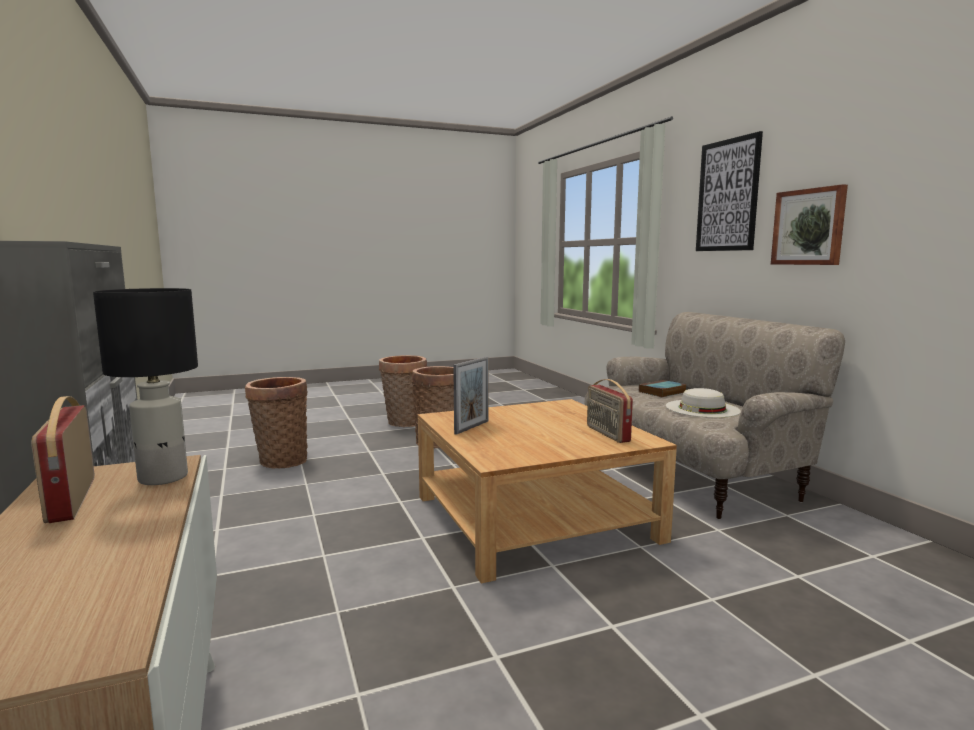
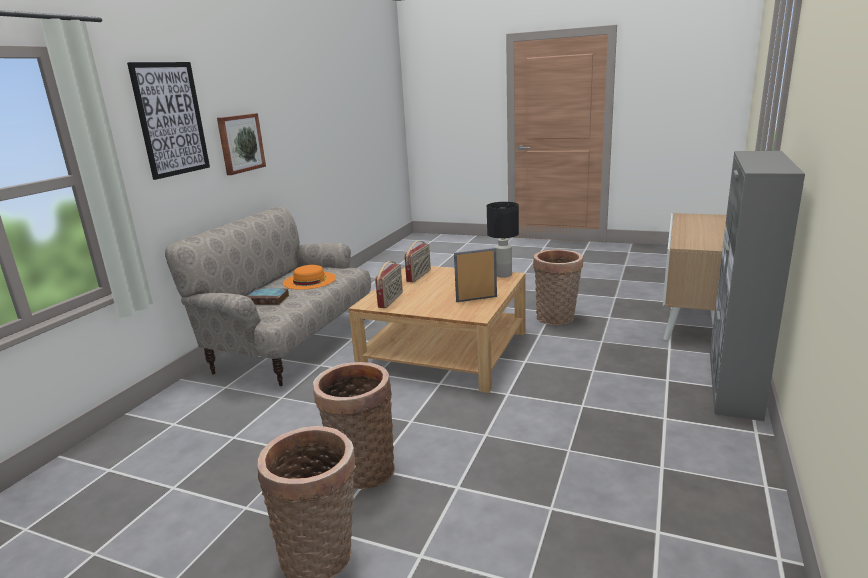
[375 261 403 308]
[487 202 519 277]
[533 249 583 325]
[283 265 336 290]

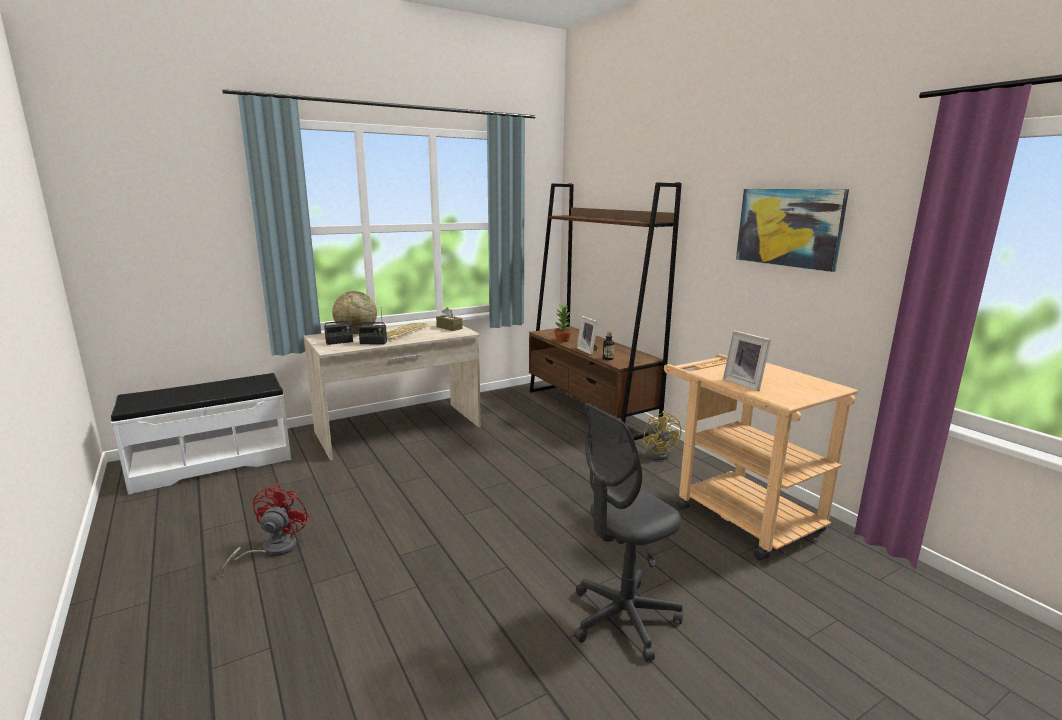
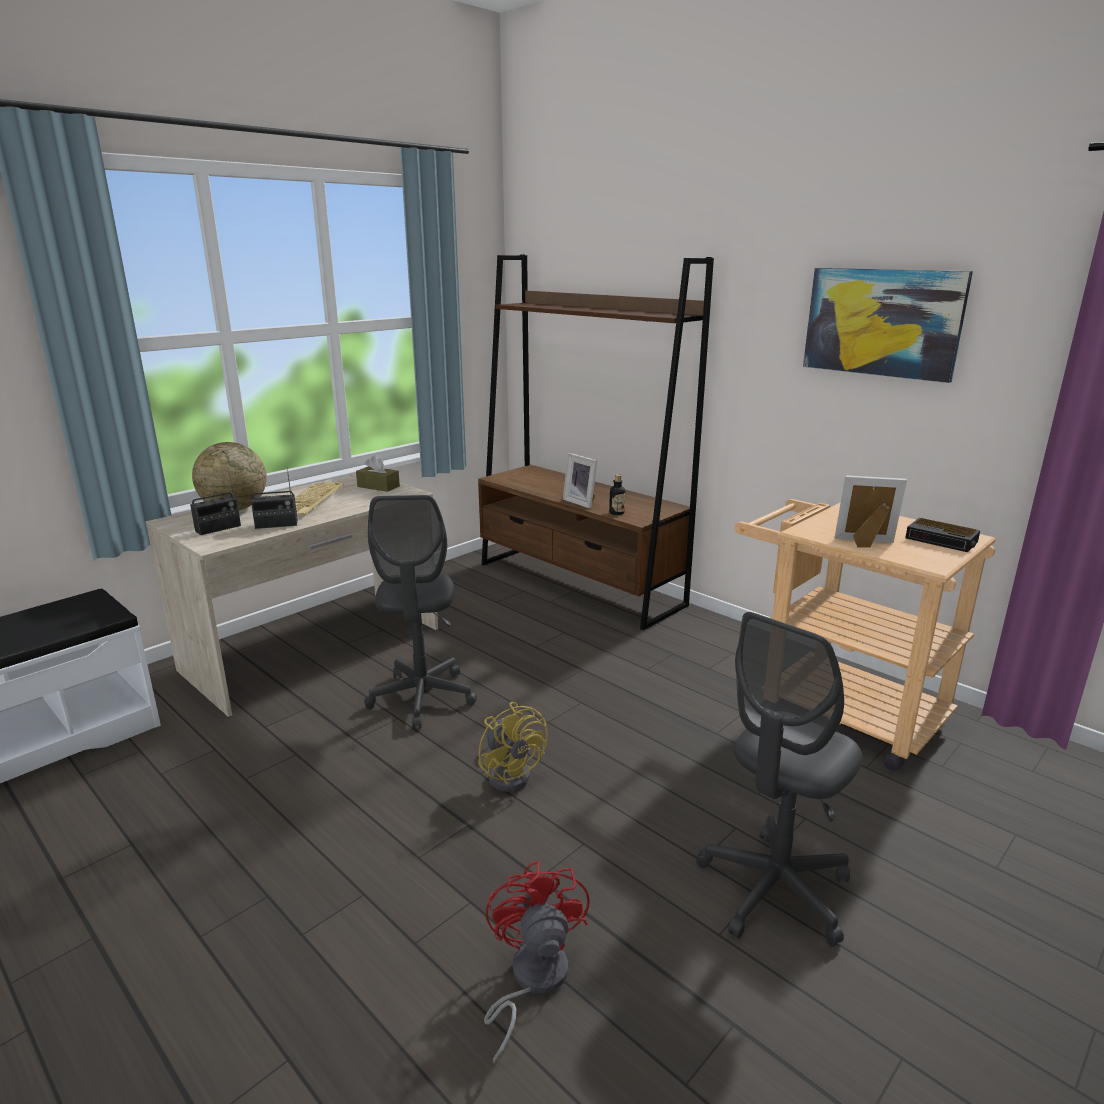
[554 304 572 342] (first image)
[364 495 477 729]
[905 518 980 552]
[484 861 590 1063]
[478 702 548 792]
[835 475 907 548]

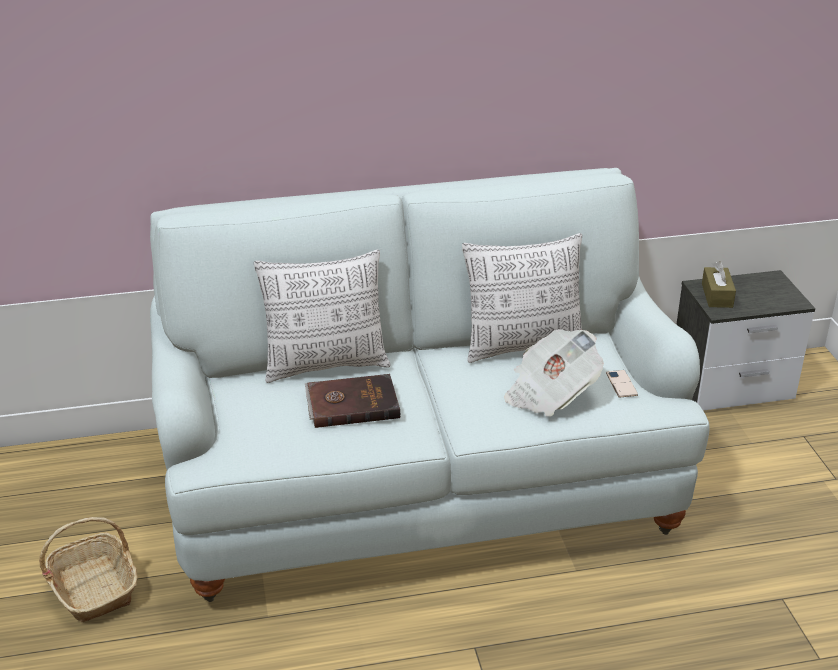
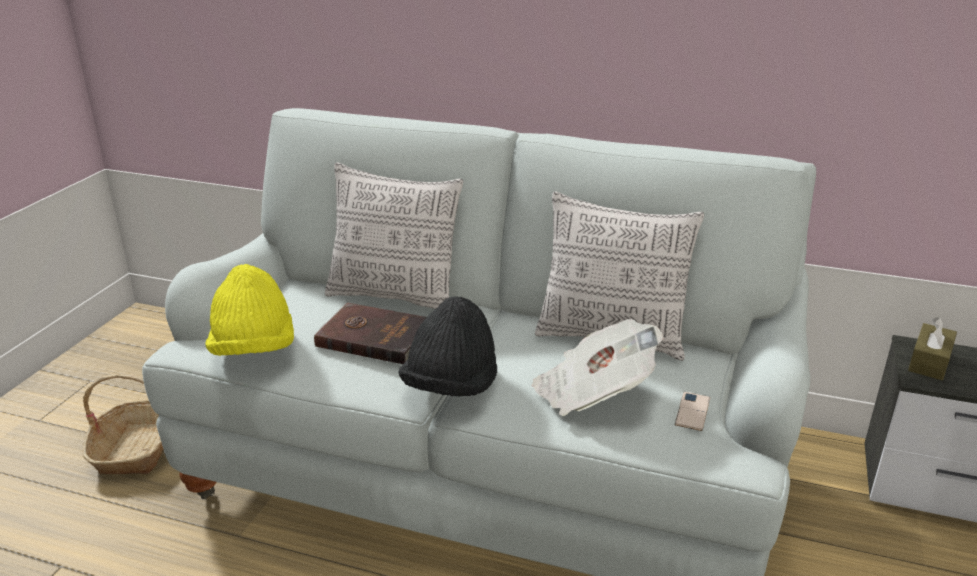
[206 264 294 356]
[399 296 497 396]

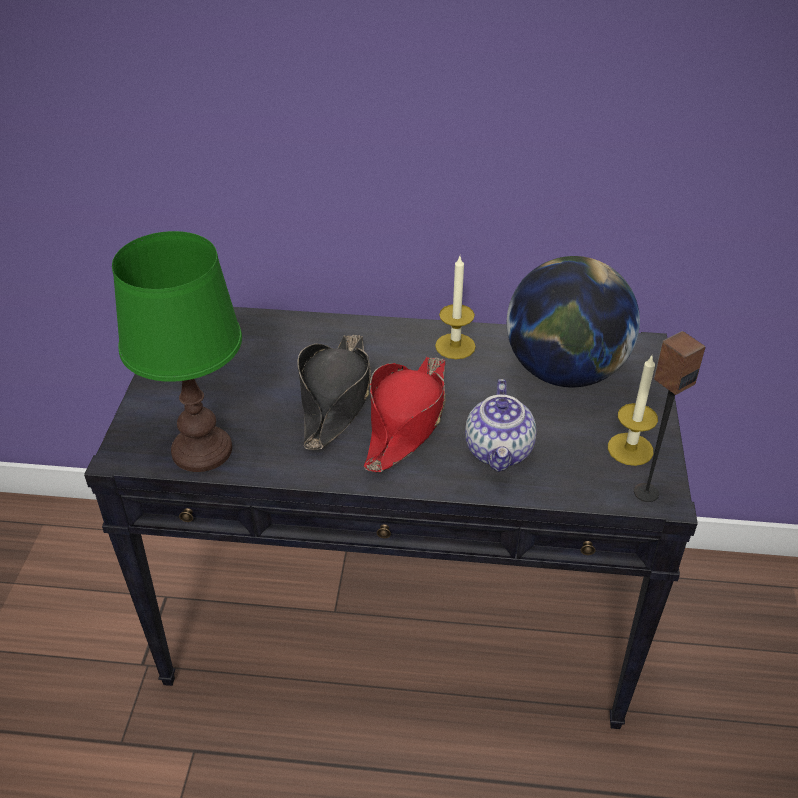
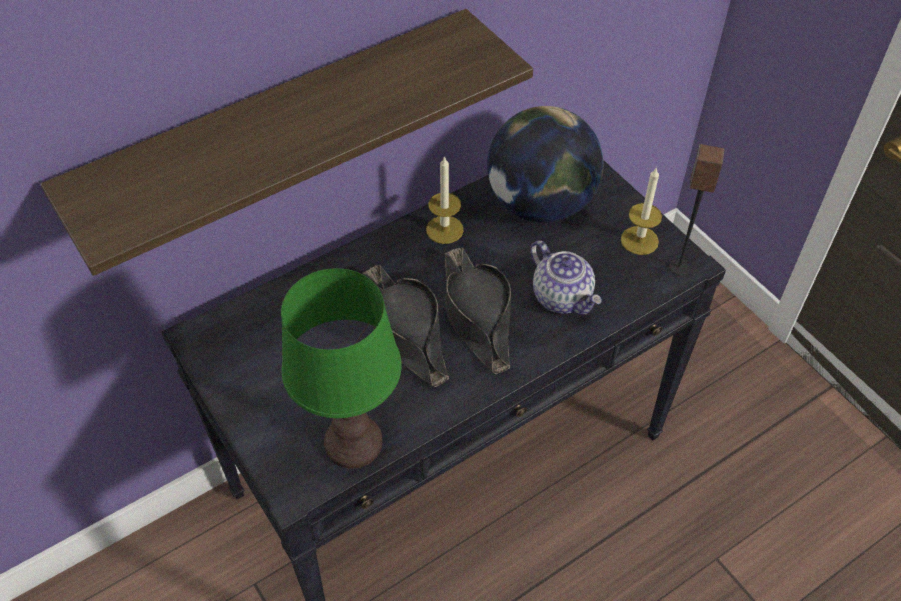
[41 9 533 276]
[445 247 511 374]

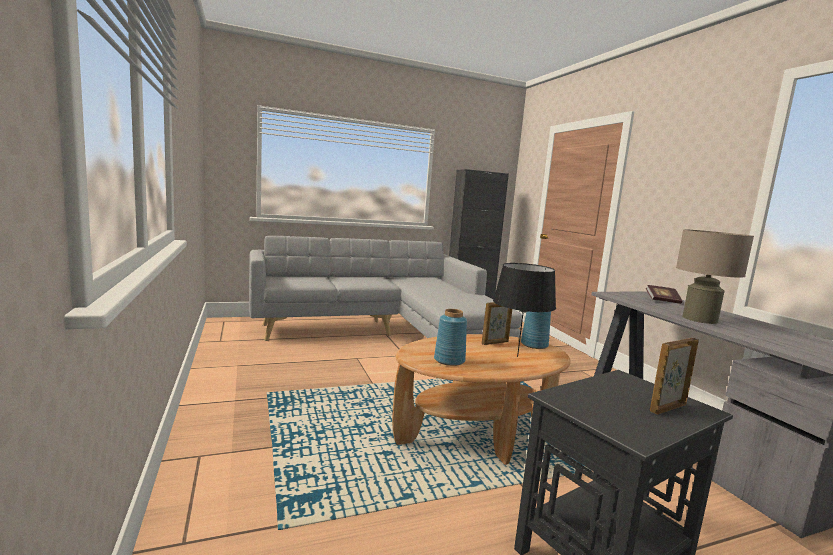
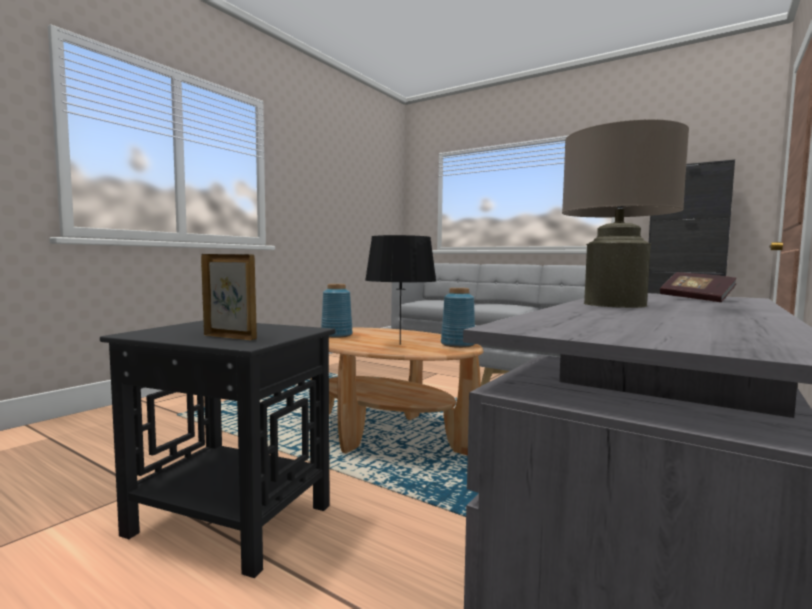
[482 302 512 345] (first image)

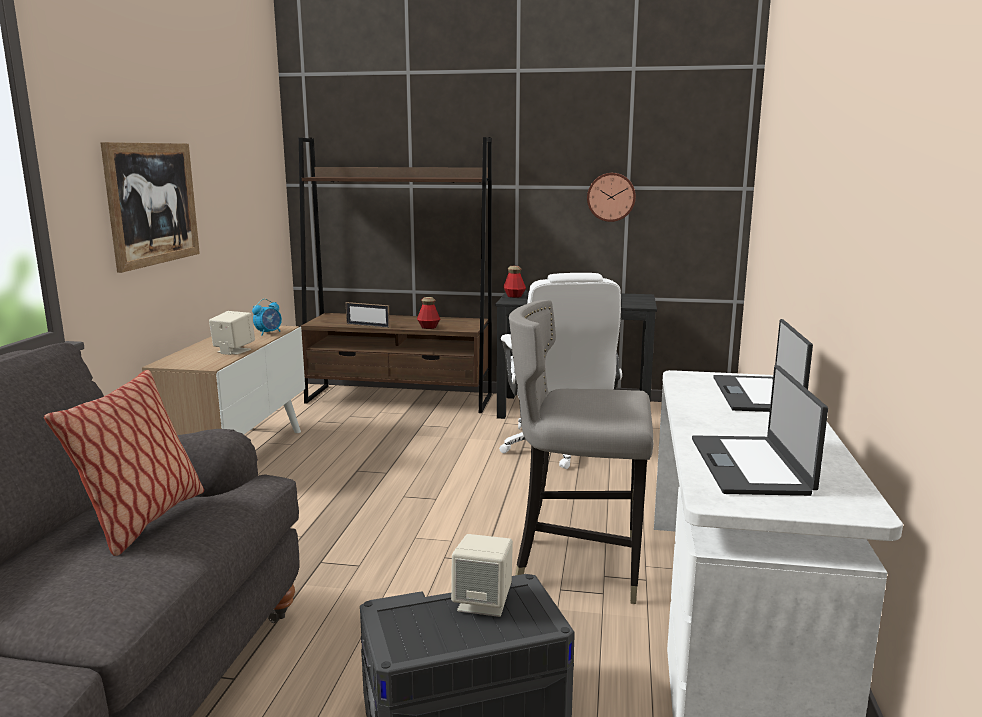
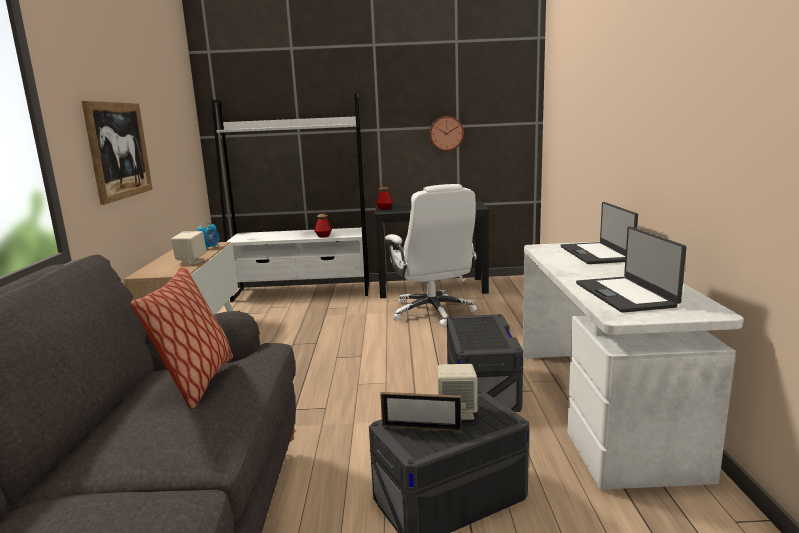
[380 392 462 431]
[447 314 523 412]
[212 94 369 302]

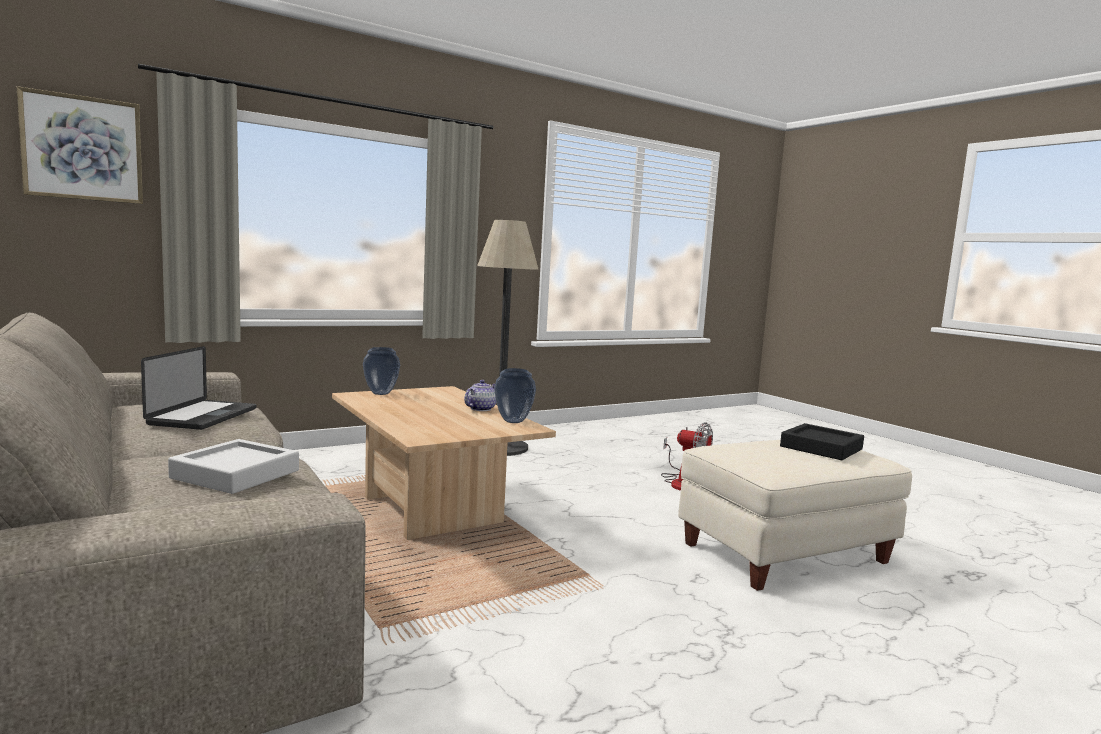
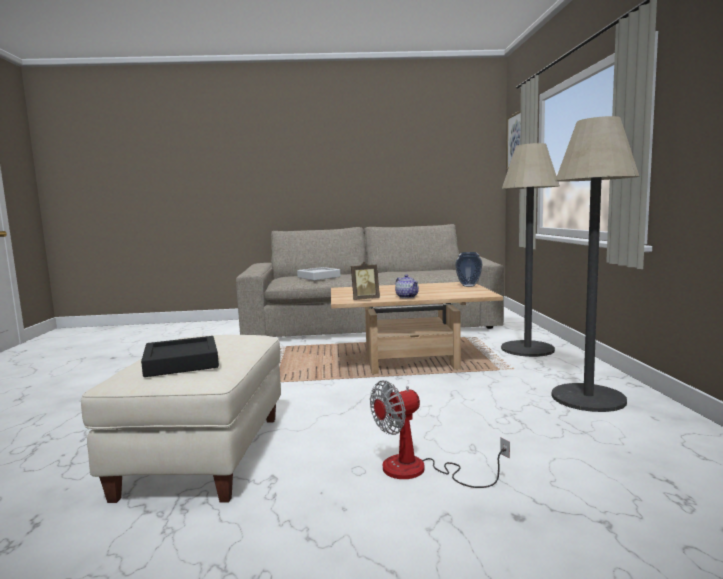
[141 346 257 430] (first image)
[501 143 560 357]
[351 262 380 300]

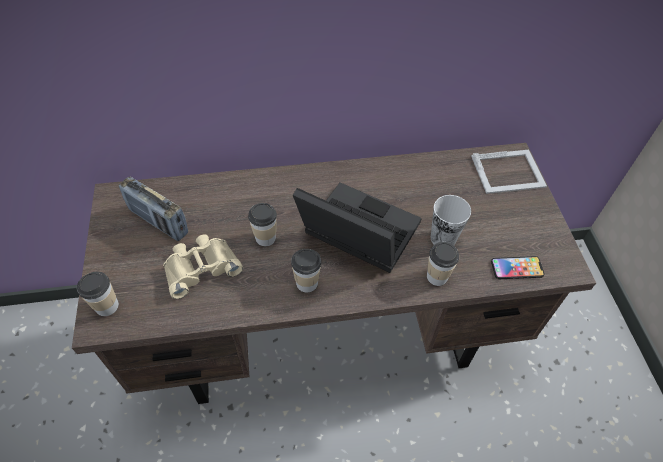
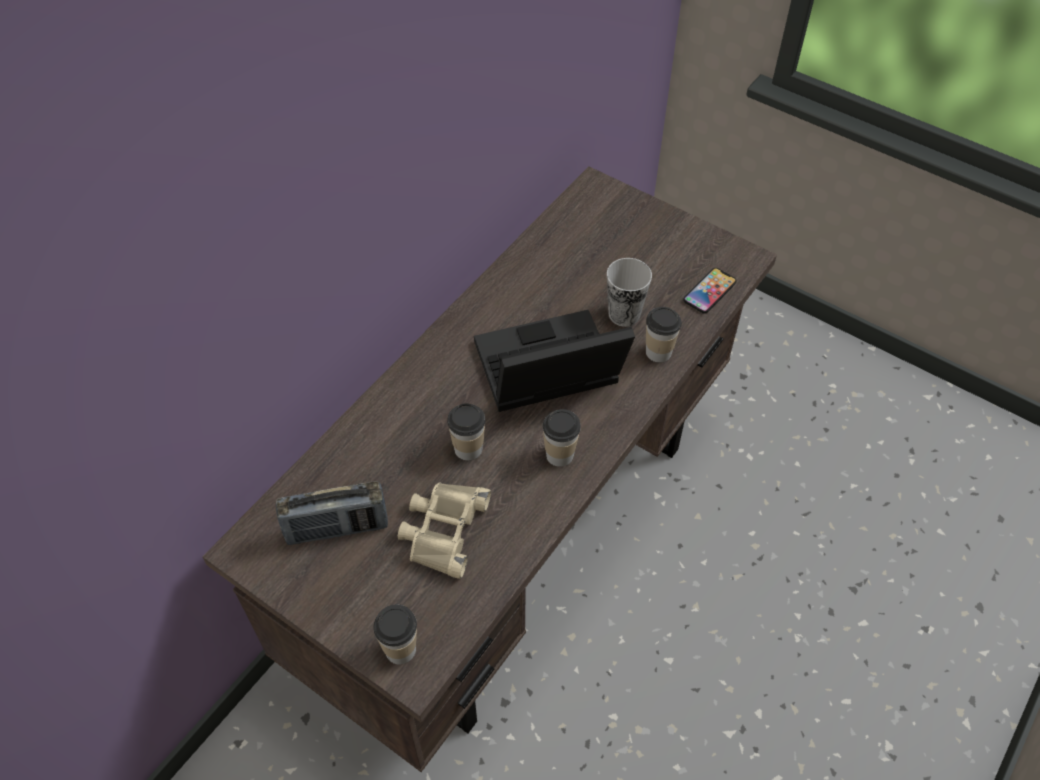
[471 150 547 194] (first image)

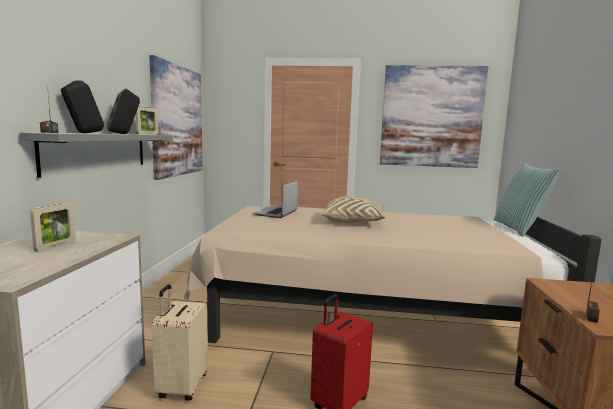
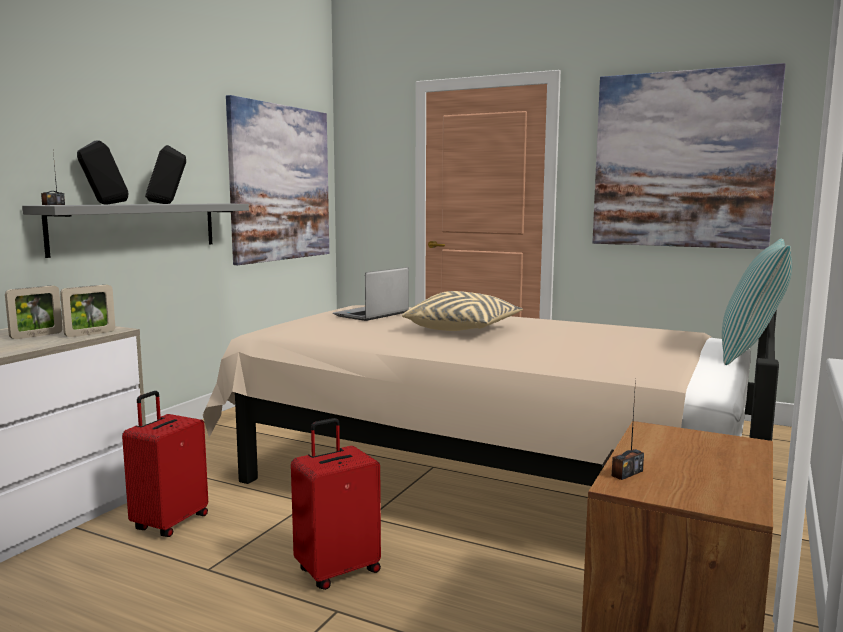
[60 285 115 337]
[122 391 208 537]

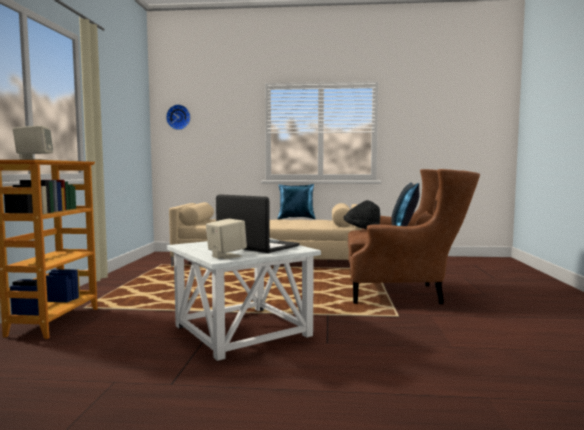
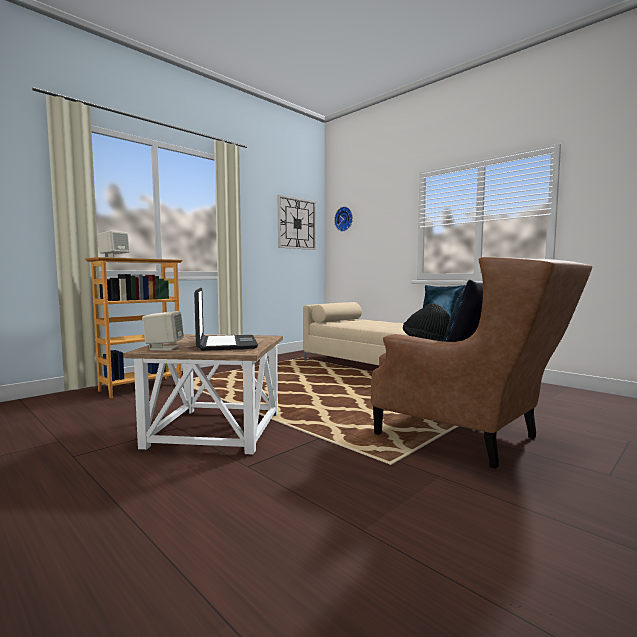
[278 195 316 250]
[124 334 283 454]

